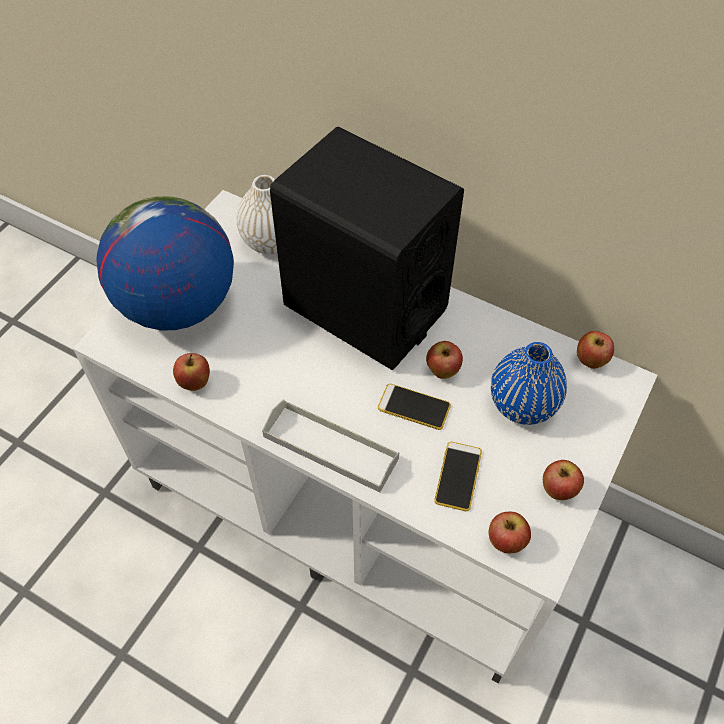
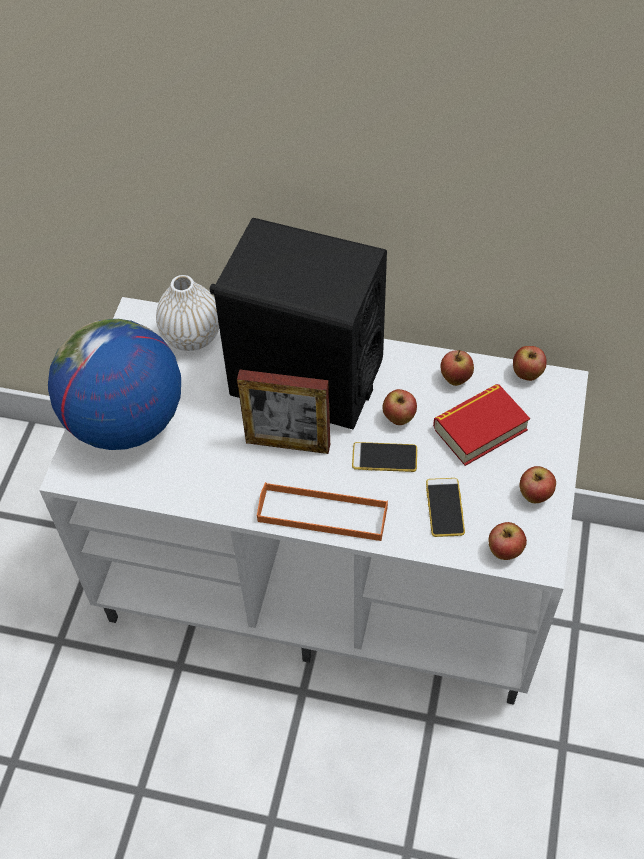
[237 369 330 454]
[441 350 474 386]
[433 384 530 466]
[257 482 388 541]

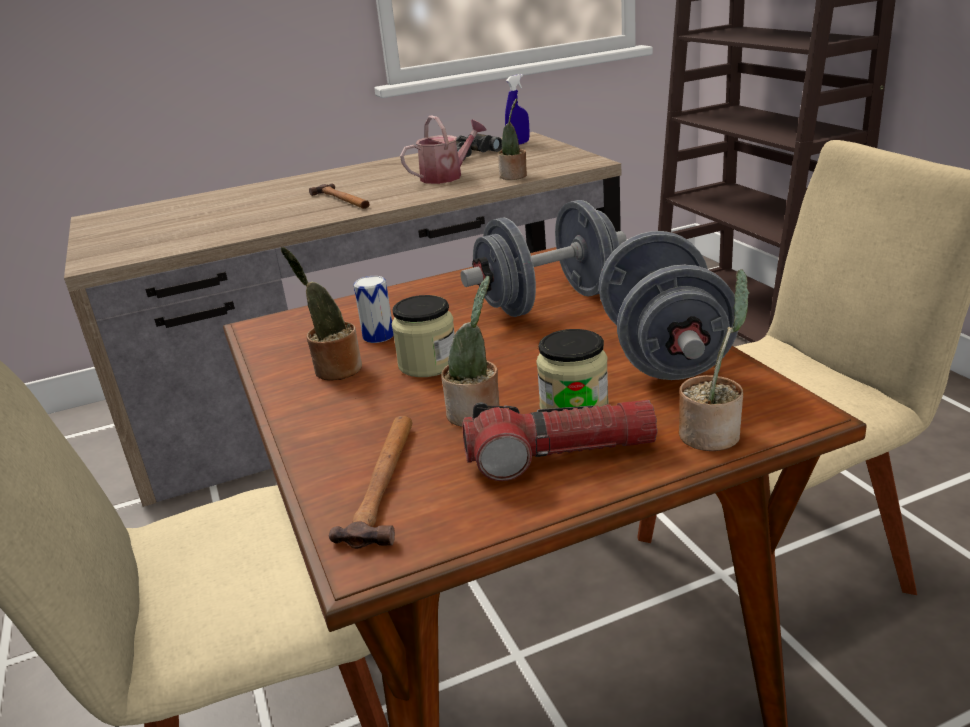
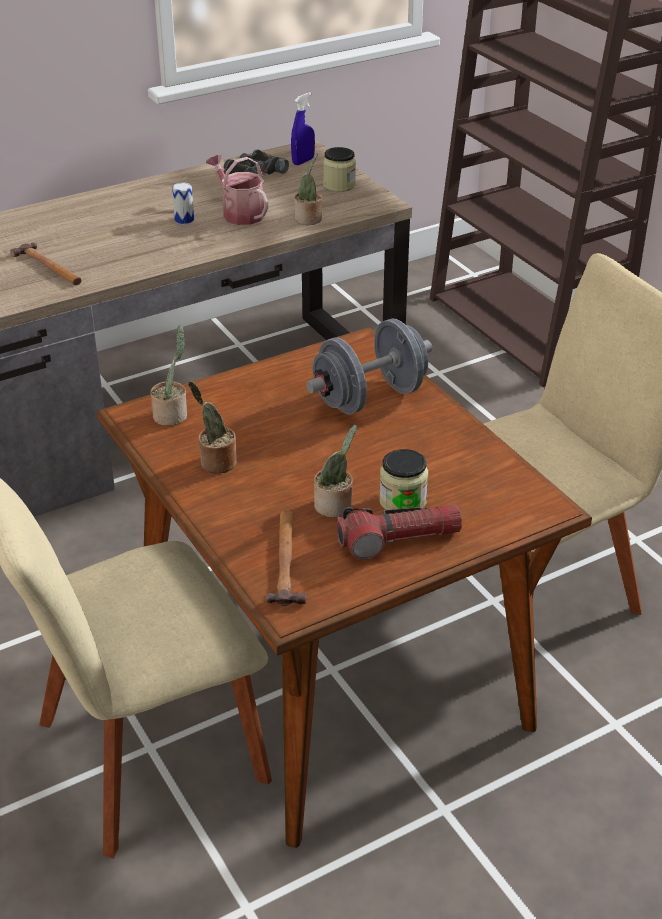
[599 231 738 380] (first image)
[10 242 81 285]
[172 182 194 224]
[323 147 356 192]
[150 325 187 426]
[206 154 268 225]

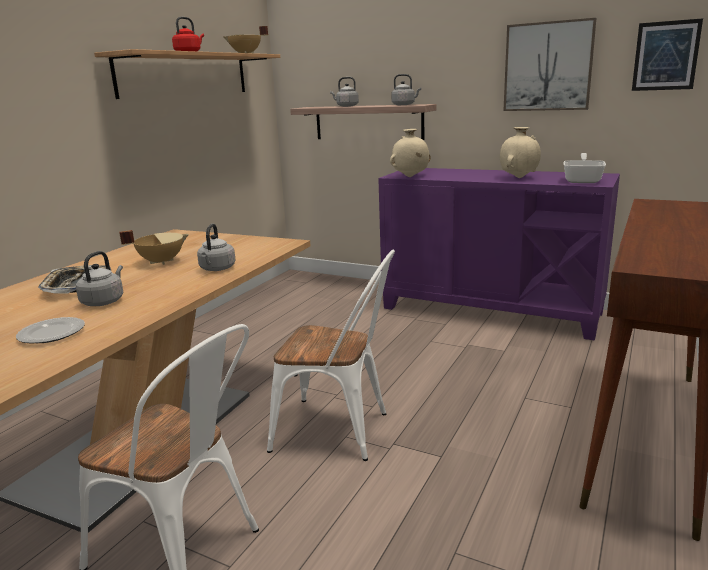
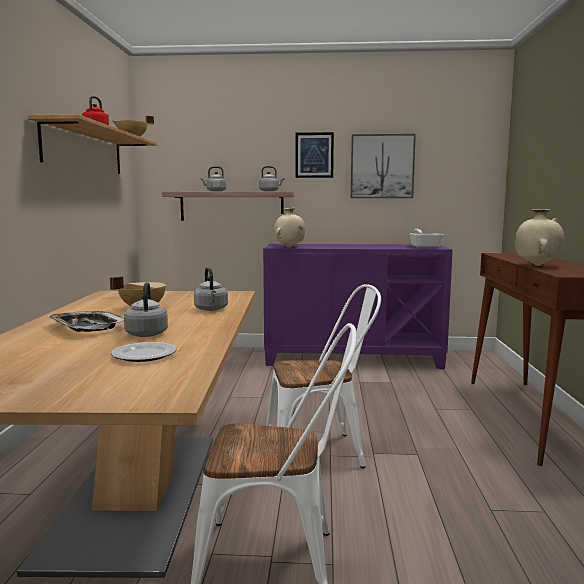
[515 209 564 266]
[296 132 334 178]

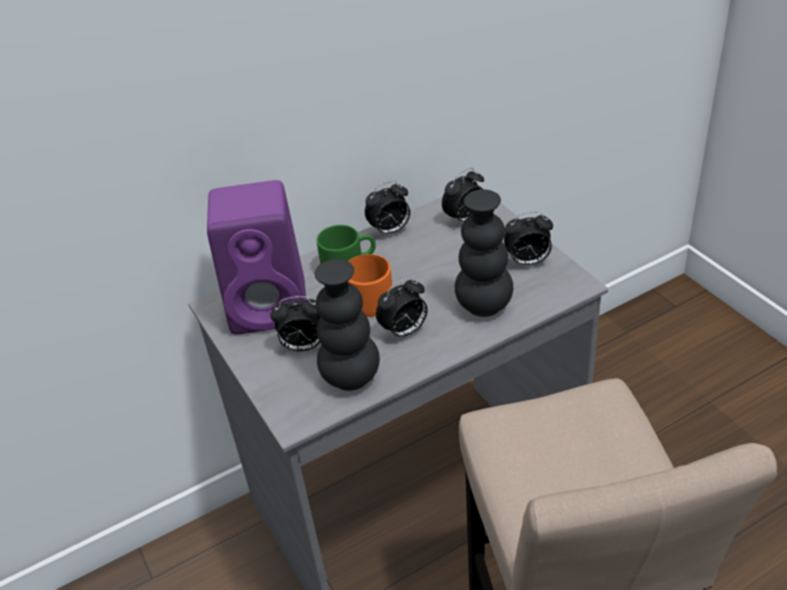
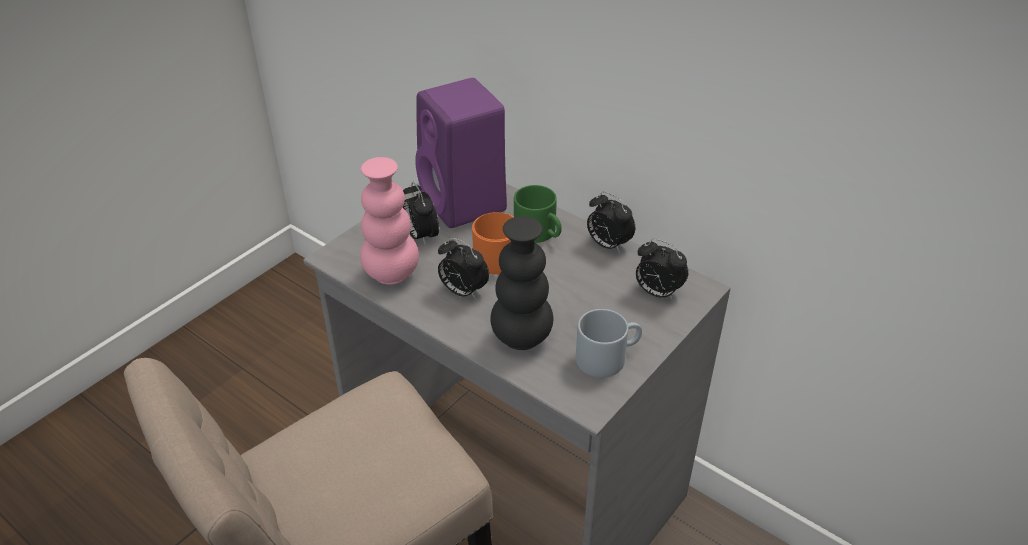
[576 309 642 378]
[360 157 419 285]

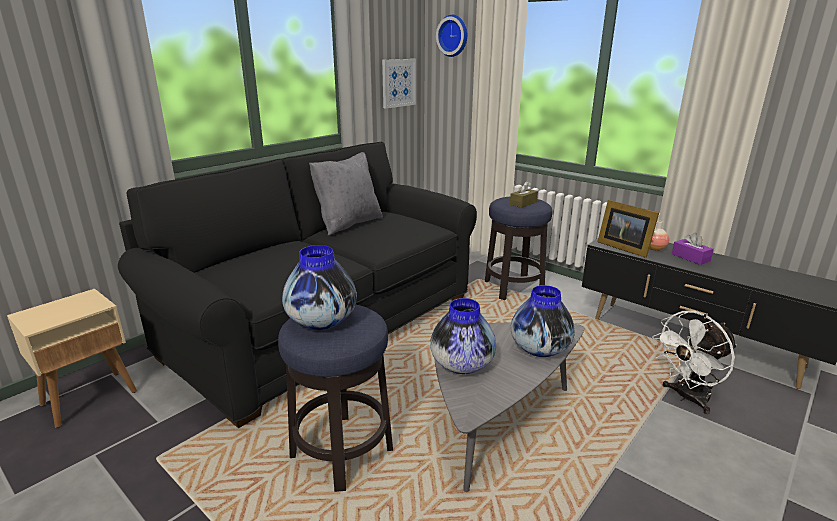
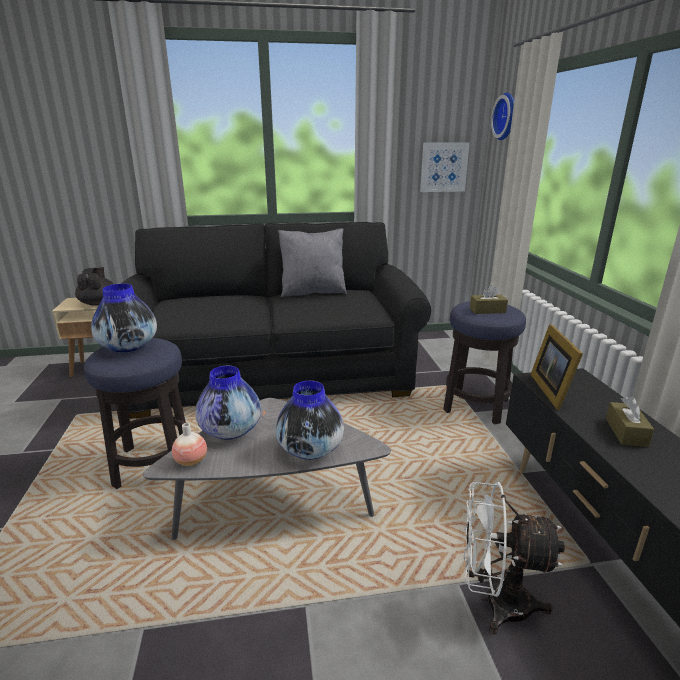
[75 267 113 306]
[172 423 207 466]
[606 397 655 447]

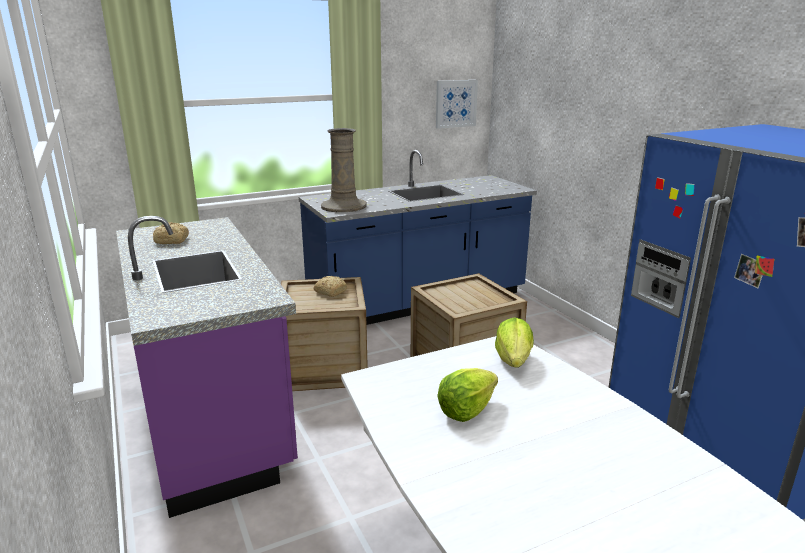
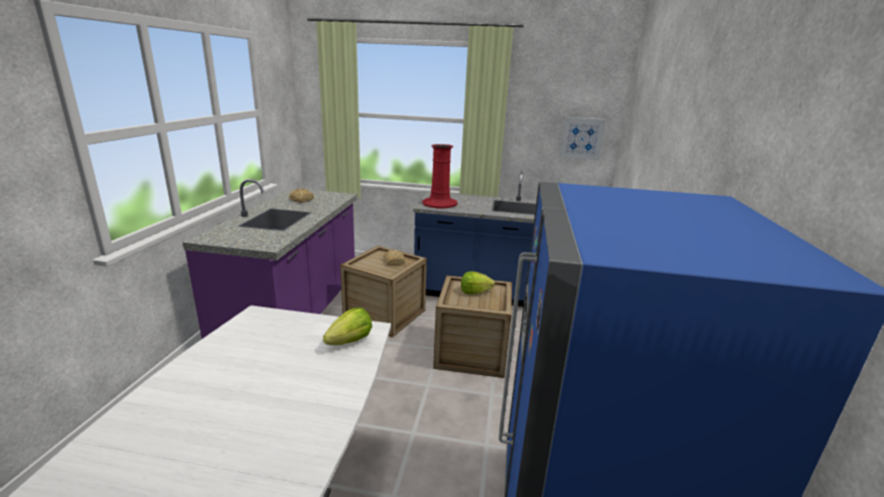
[461 272 495 294]
[422 144 457 209]

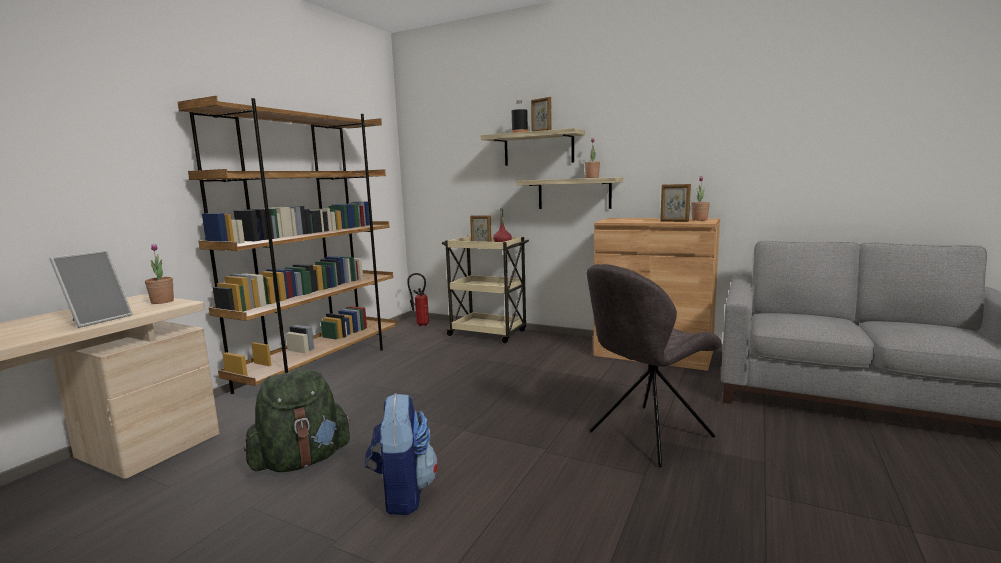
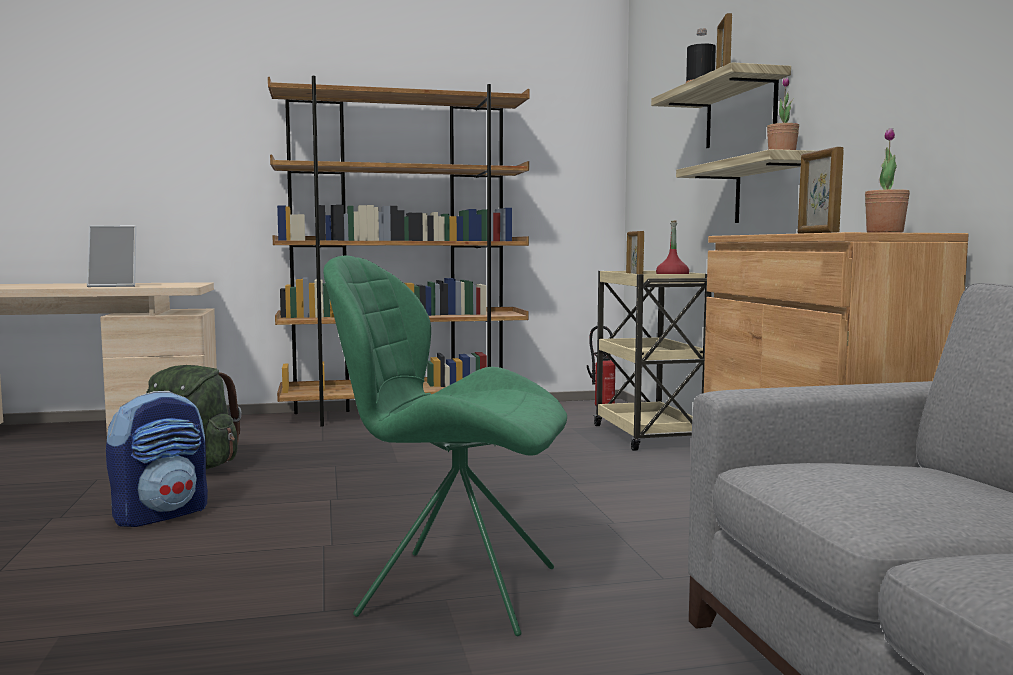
[145 244 174 304] (first image)
[323 256 567 636]

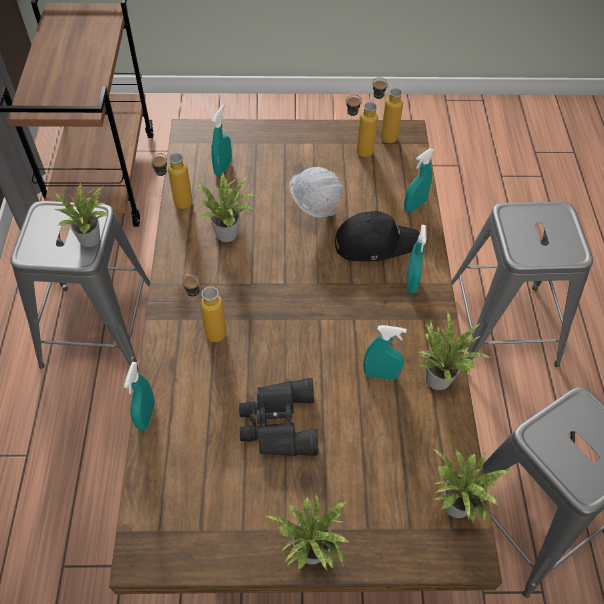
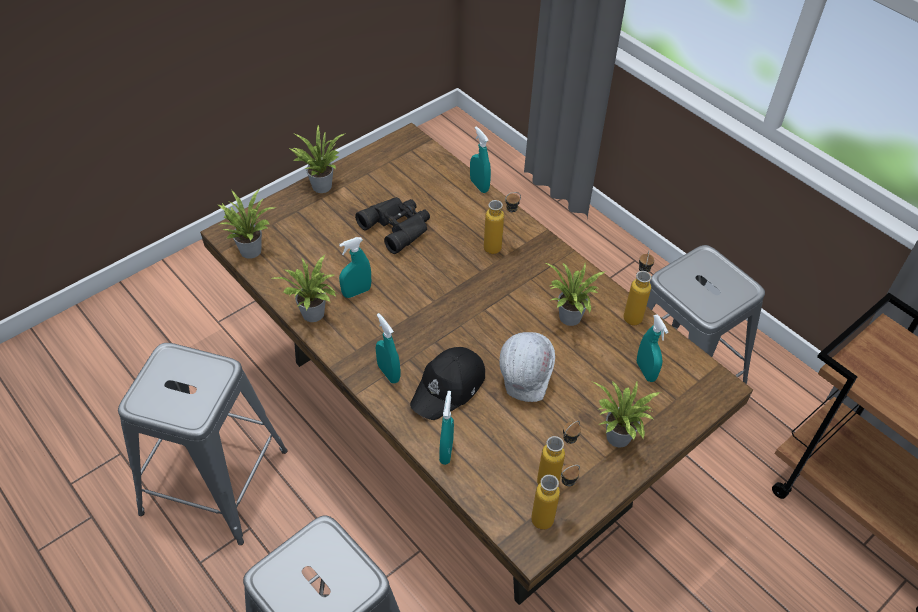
[593 381 661 447]

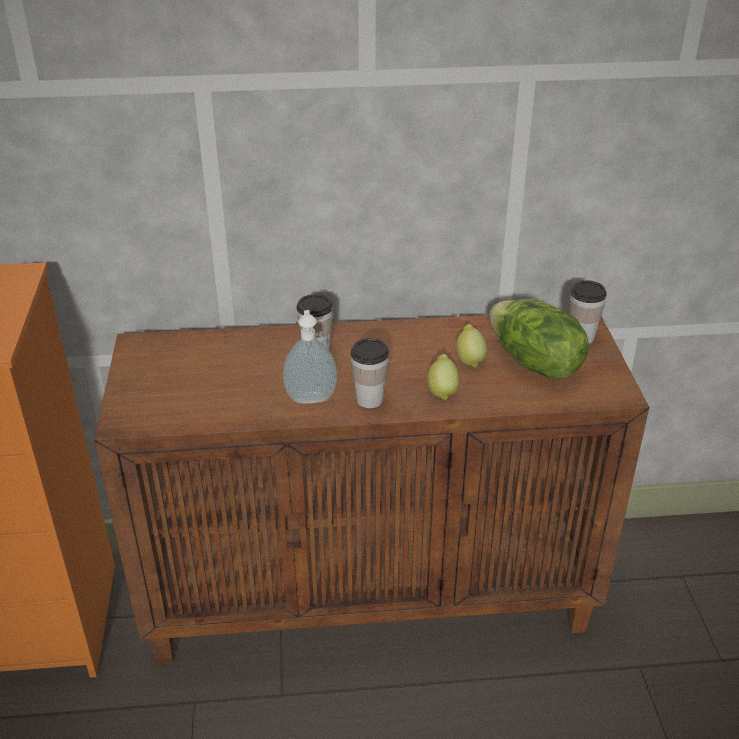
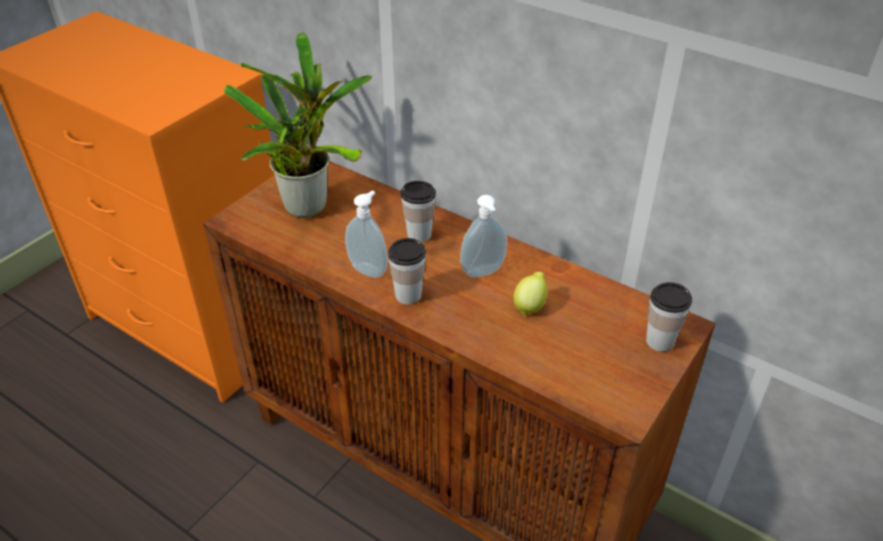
[427 354 460 401] (first image)
[489 299 589 379] (first image)
[224 32 372 218]
[460 195 507 277]

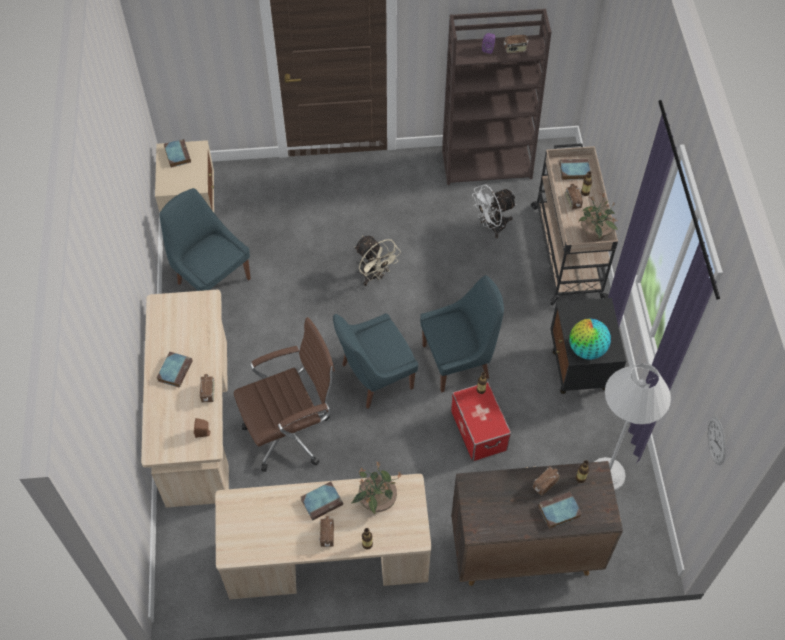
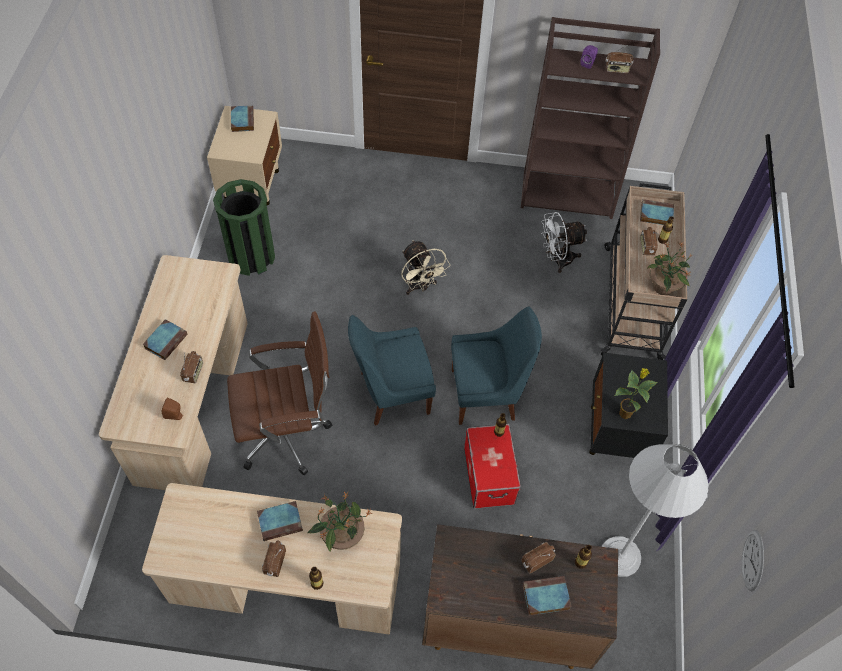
[213 179 275 276]
[615 368 658 419]

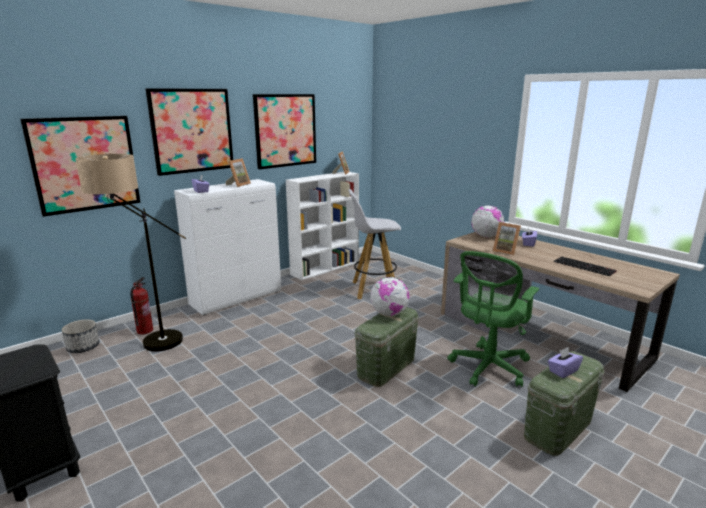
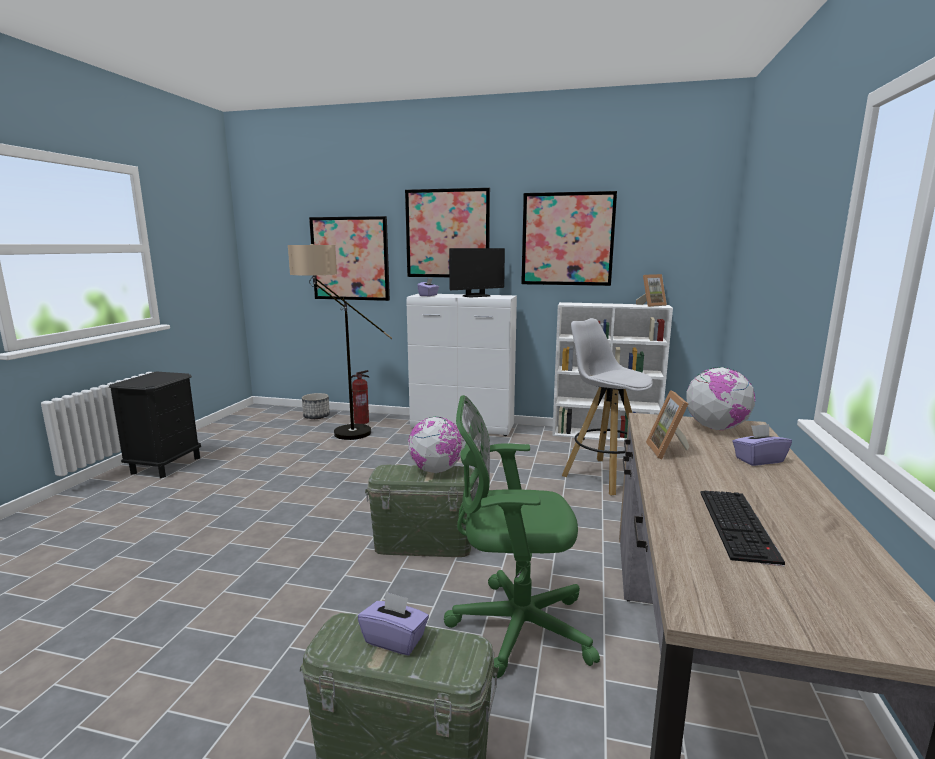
[449 248 505 297]

